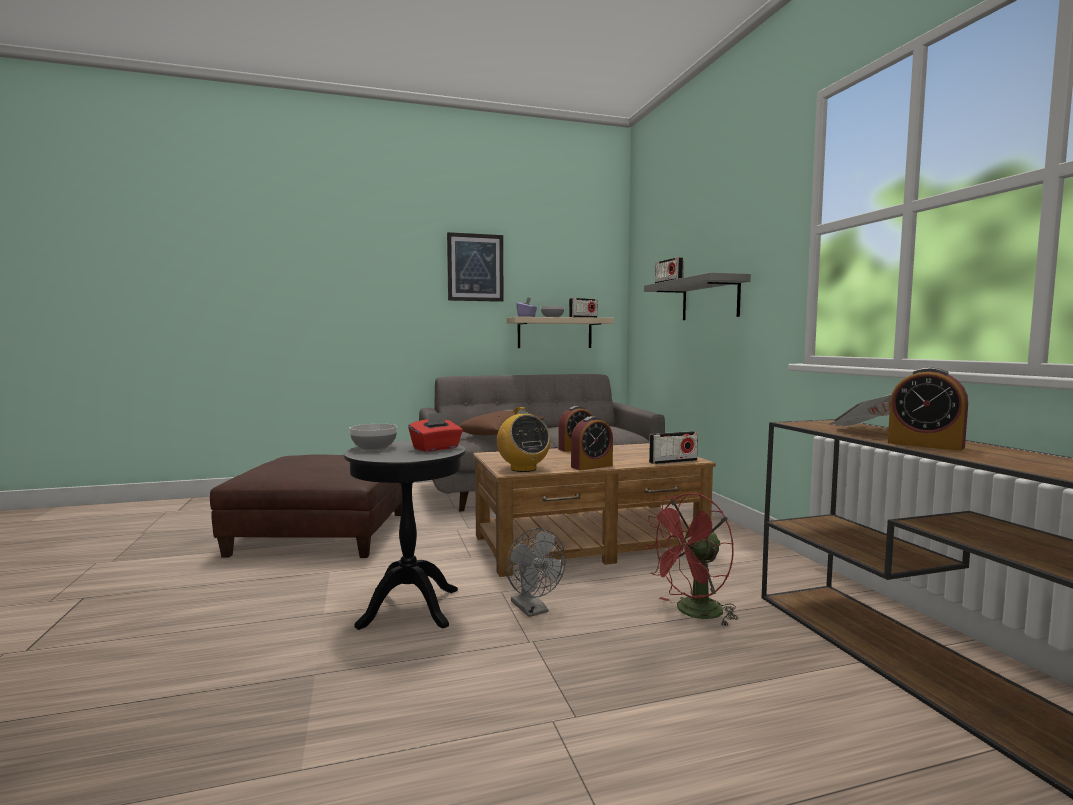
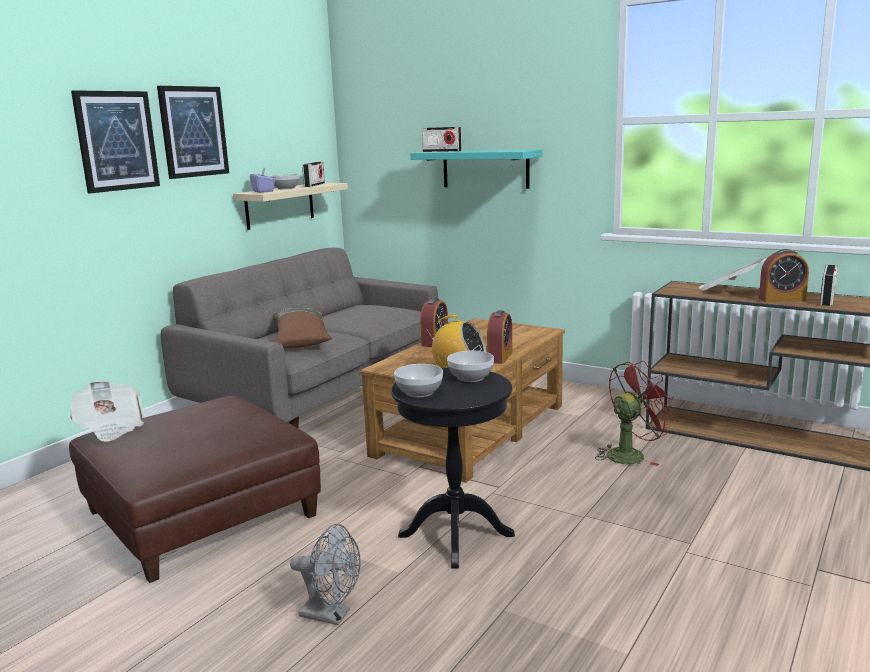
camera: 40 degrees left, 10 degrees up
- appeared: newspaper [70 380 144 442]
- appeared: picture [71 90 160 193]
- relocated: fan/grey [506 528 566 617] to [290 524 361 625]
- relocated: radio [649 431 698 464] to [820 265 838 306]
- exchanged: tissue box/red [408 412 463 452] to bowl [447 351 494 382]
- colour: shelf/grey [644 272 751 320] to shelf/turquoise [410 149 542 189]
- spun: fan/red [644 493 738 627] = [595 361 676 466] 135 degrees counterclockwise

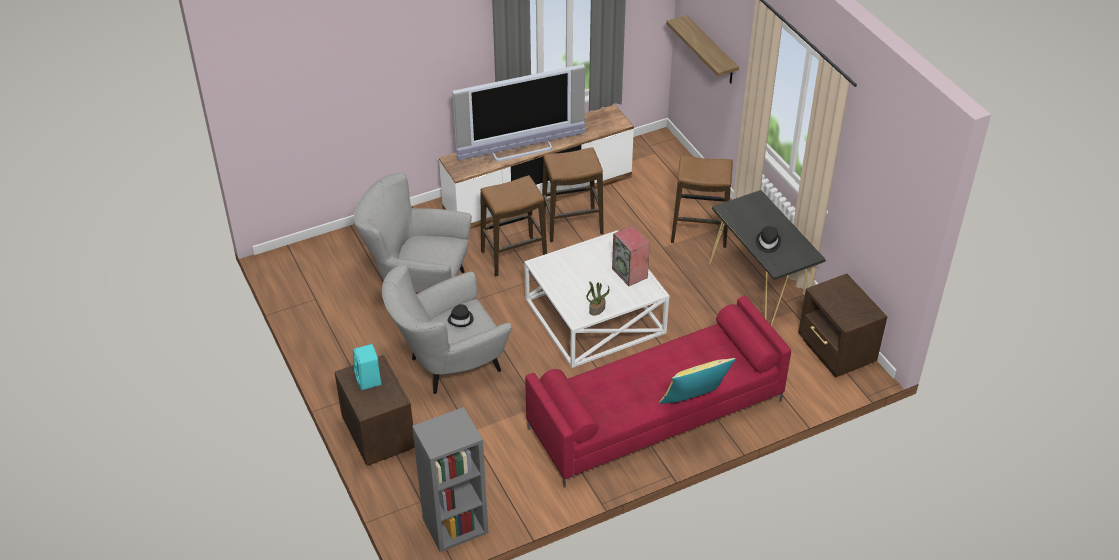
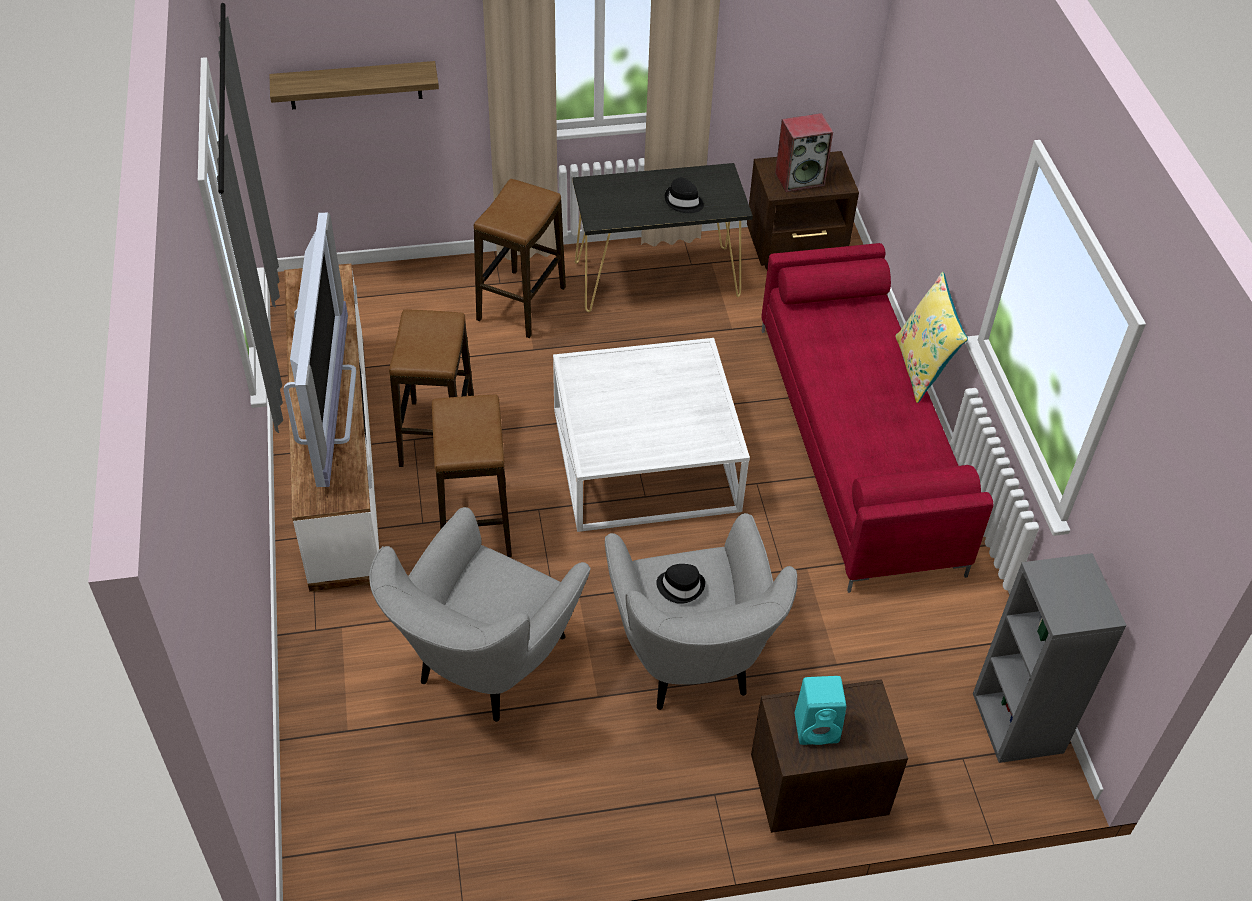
camera: 75 degrees left, 5 degrees up
- missing: potted plant [586 281 609 316]
- relocated: speaker [612 225 650 286] to [775 113 833 192]

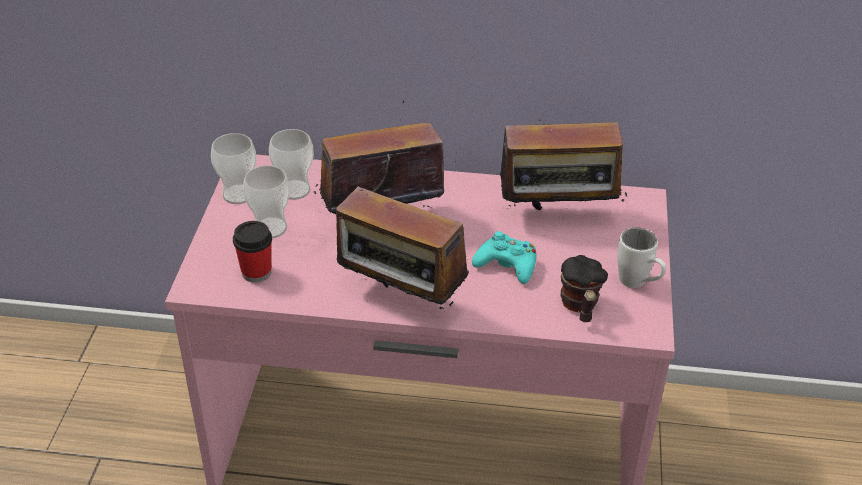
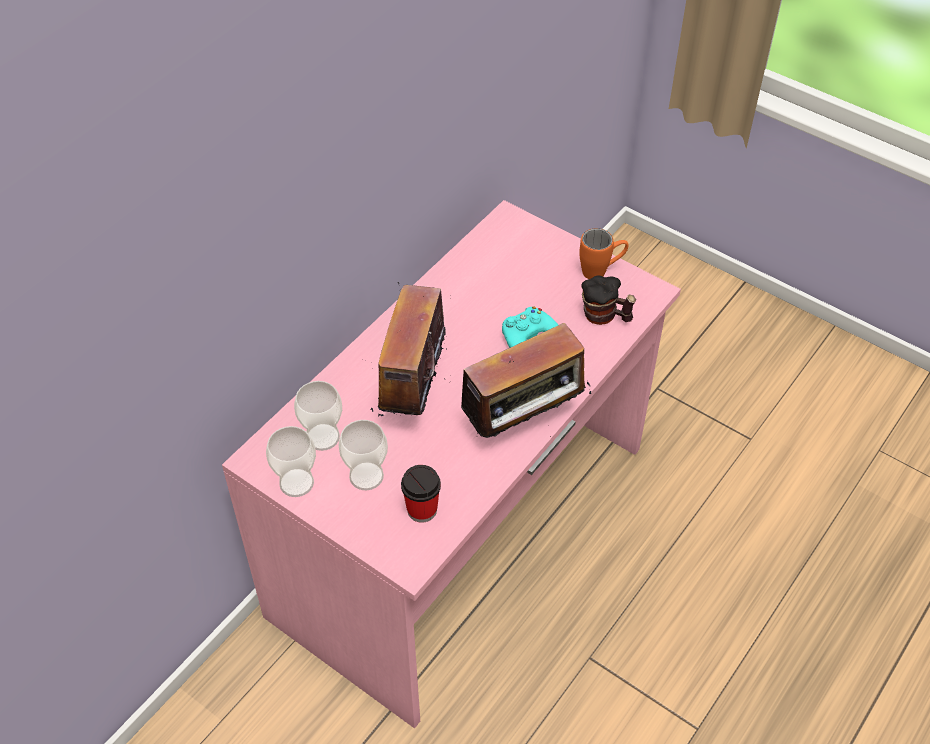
camera: 60 degrees left, 10 degrees up
- missing: radio [492 120 627 216]
- colour: mug/white [617 227 666 288] to mug/orange [579 228 629 279]

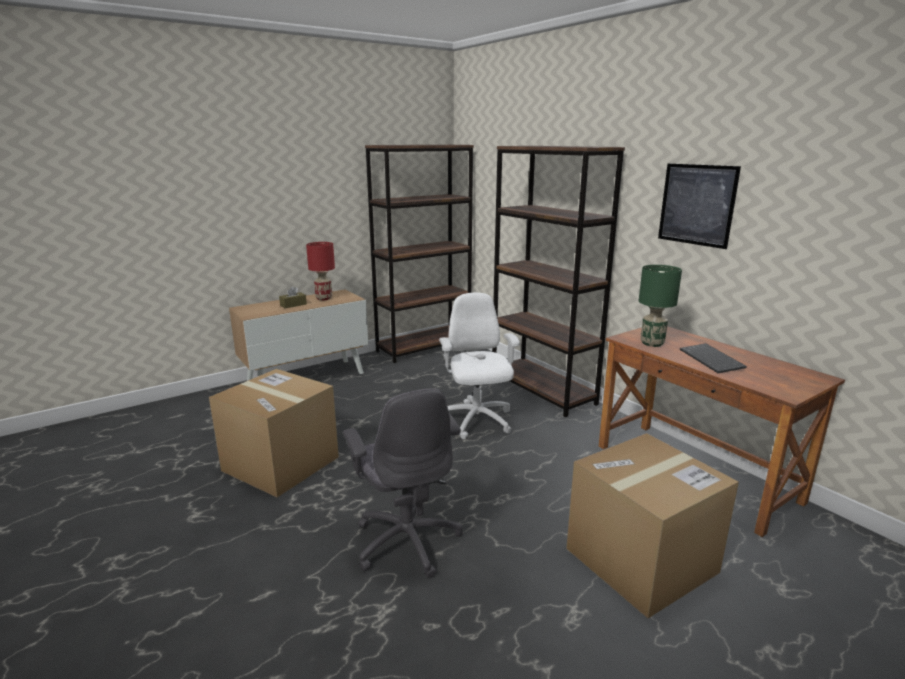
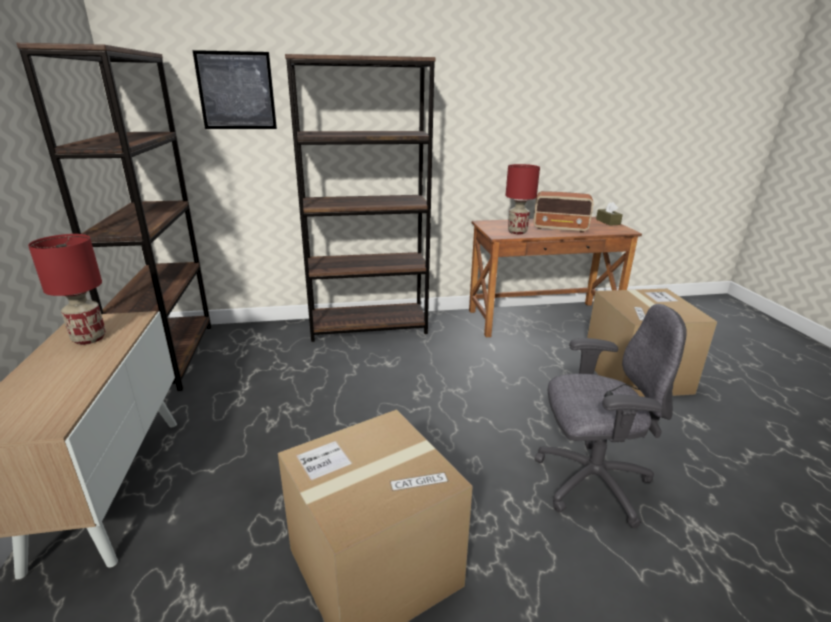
camera: 65 degrees left, 5 degrees up
- missing: office chair/white [439 293 520 439]
- relocated: tissue box/brown [279 286 307 308] to [596 202 623 226]
- relocated: picture [658 163 741 249] to [193 50 277 129]
- exchanged: keyboard [680 343 747 373] to radio [534 191 593 233]
- colour: table lamp/green [639 265 682 347] to table lamp/red [505 164 540 234]

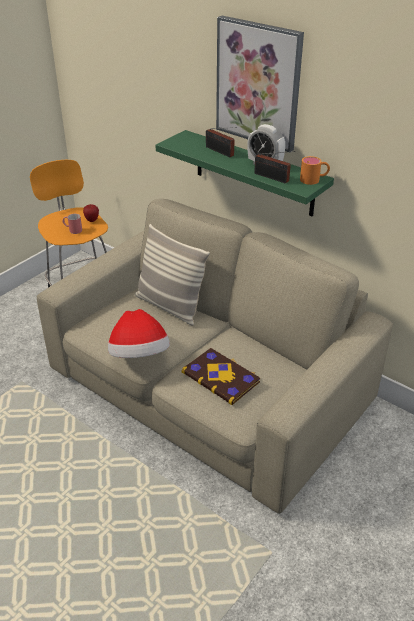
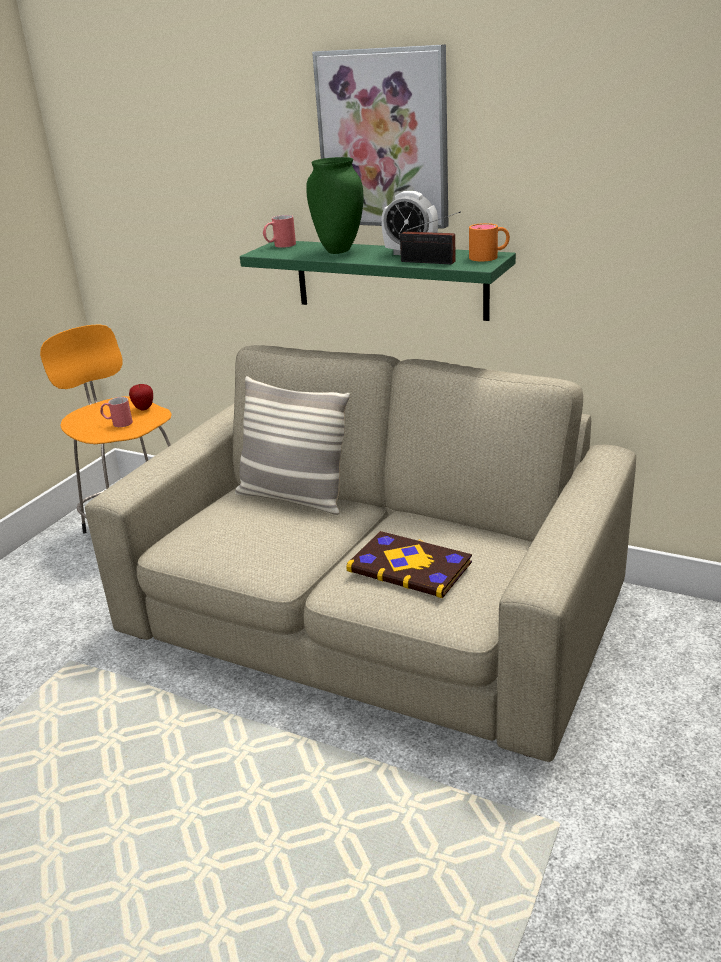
camera: 10 degrees left, 10 degrees down
- missing: hat [108 309 170 358]
- appeared: mug/red [263 215 296 248]
- exchanged: radio [206 127 237 157] to vase/green [306 157 364 254]

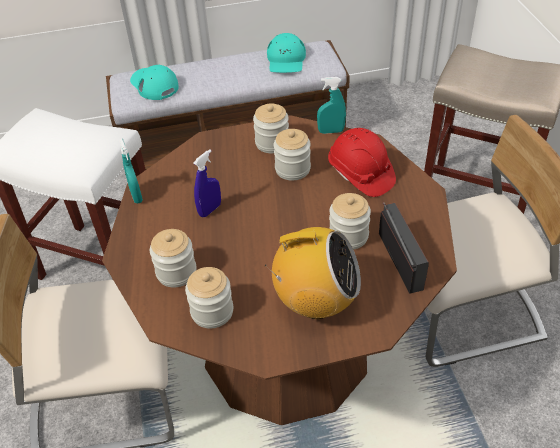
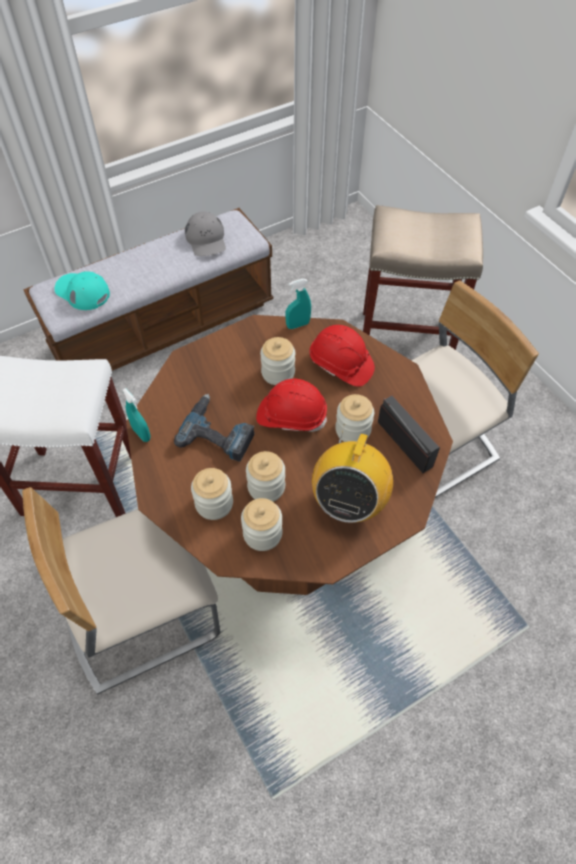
camera: 20 degrees left, 10 degrees up
- appeared: hard hat/red [256 379 327 432]
- relocated: jar [253 103 289 153] to [246 451 285 502]
- exchanged: spray bottle/blue [193 149 221 217] to power drill [174 394 255 462]
- colour: cap/turquoise [267 33 306 73] to cap/grey [185 211 226 256]
- spun: radio [264 227 361 319] = [312 424 393 523] 120 degrees clockwise

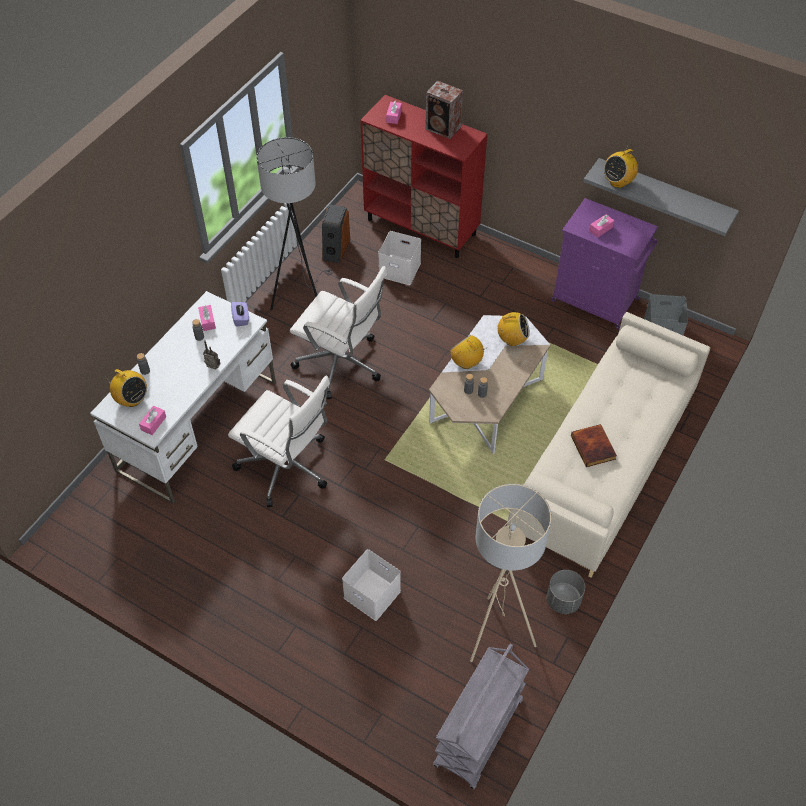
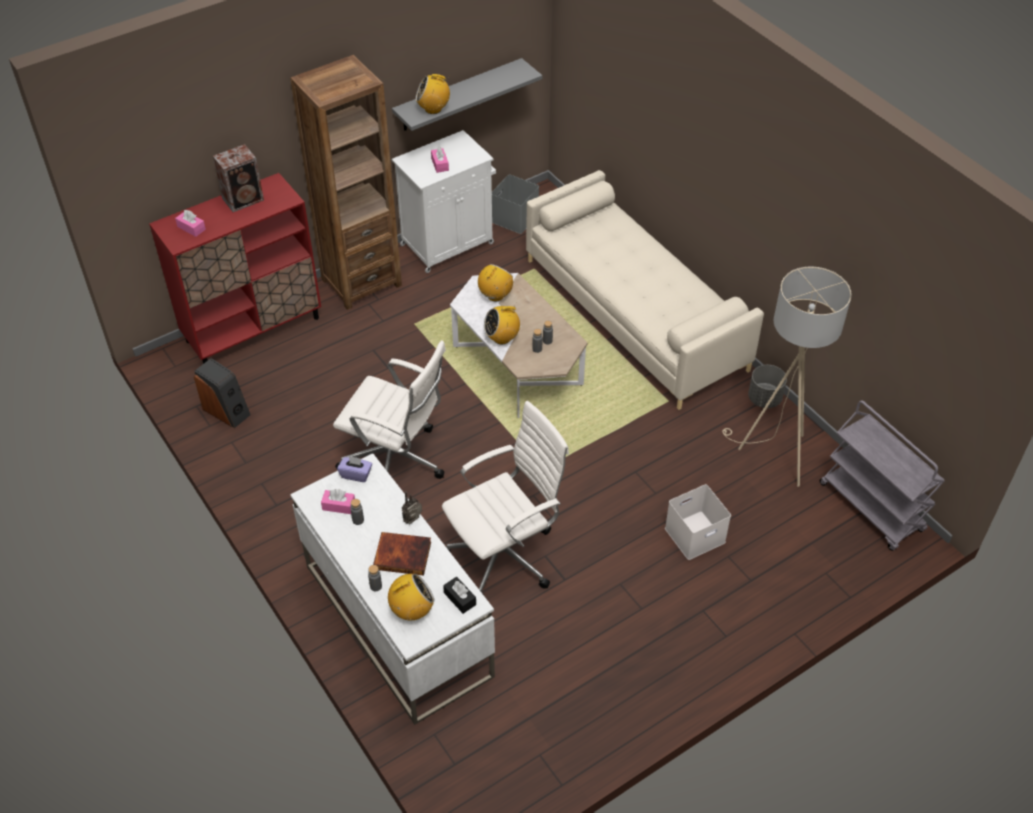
camera: 65 degrees left, 5 degrees down
- missing: floor lamp/grey [256 137 333 310]
- missing: storage box/white [378 231 421 285]
- appeared: bookcase/brown [290 55 402 310]
- relocated: book [571 424 617 467] to [373 532 431 576]
- colour: tissue box/pink [139 406 166 435] to tissue box/black [443 577 476 614]
- colour: cabinet/purple [551 198 658 329] to cabinet/white [392 130 496 273]
- spun: office chair/white [290 266 387 399] = [333 341 446 479] 60 degrees clockwise
- spun: radio [604 149 638 188] = [416 74 450 114] 105 degrees clockwise

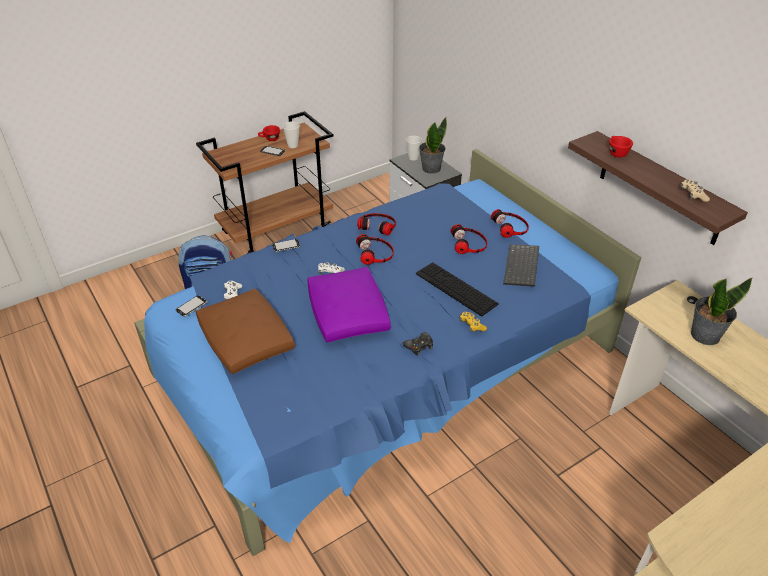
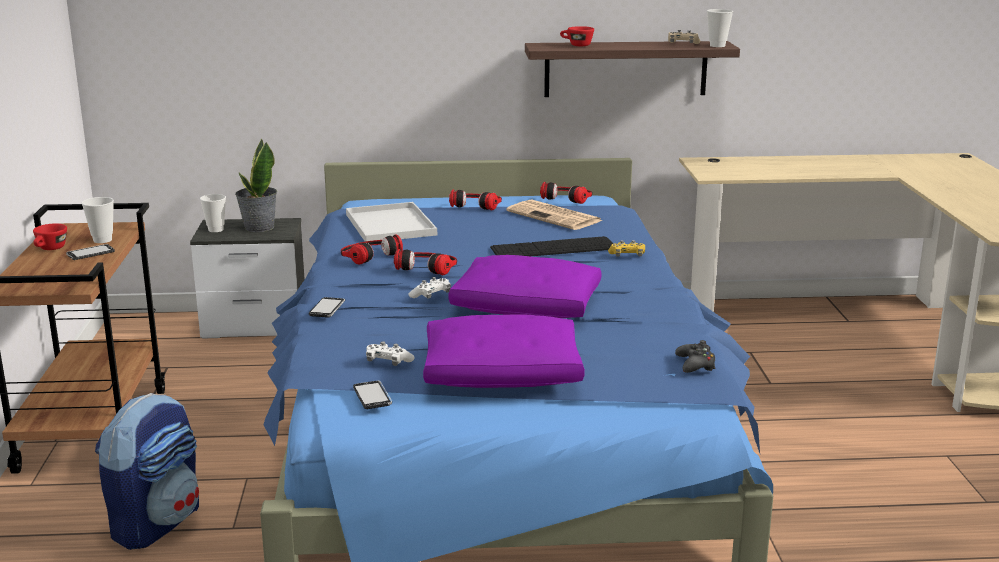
camera: 60 degrees left, 20 degrees down
- missing: potted plant [691 278 753 345]
- appeared: tray/white [346 202 437 242]
- appeared: cup [707 9 733 47]
- relocated: game controller/black [402 332 433 355] to [675 340 716 373]
- relocated: headphones [451 224 487 254] to [540 182 592 204]
- exchanged: keyboard [503 244 539 287] to newspaper [506 199 603 230]
- colour: pillow/brown [196 289 295 374] to pillow/purple [423 314 585 388]

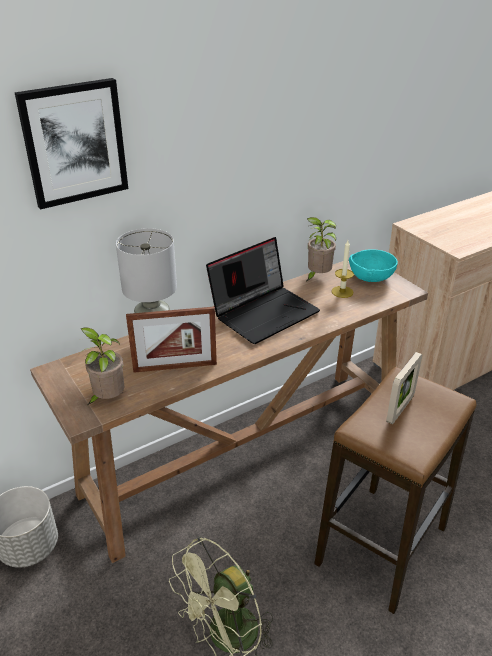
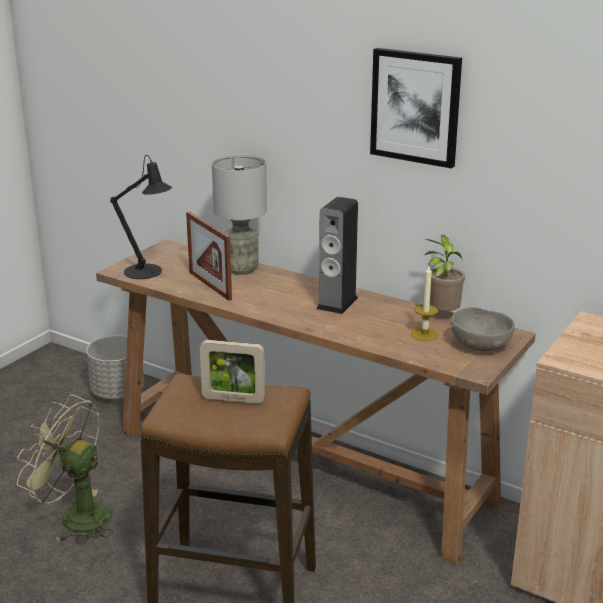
camera: 65 degrees right, 10 degrees down
- relocated: picture [14 78 128 210] to [370 48 462 168]
- exchanged: potted plant [77 327 124 405] to table lamp/black [110 155 172 279]
- exchanged: laptop [206 237 320 344] to speaker [316 197 358 314]
- colour: bowl/turquoise [349 249 398 282] to bowl/grey [451 307 515 352]

